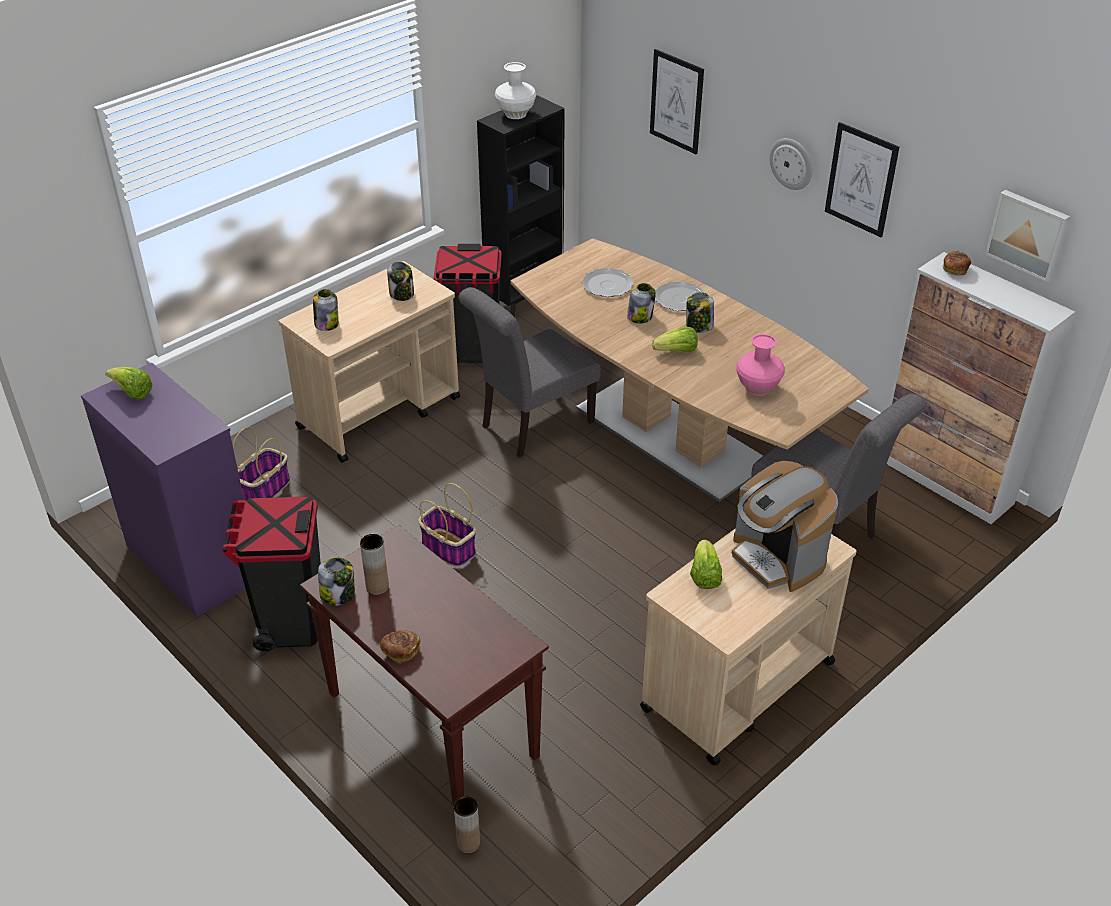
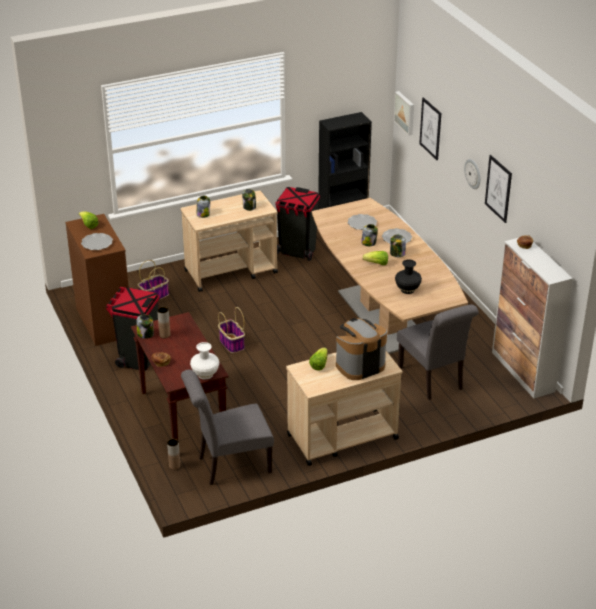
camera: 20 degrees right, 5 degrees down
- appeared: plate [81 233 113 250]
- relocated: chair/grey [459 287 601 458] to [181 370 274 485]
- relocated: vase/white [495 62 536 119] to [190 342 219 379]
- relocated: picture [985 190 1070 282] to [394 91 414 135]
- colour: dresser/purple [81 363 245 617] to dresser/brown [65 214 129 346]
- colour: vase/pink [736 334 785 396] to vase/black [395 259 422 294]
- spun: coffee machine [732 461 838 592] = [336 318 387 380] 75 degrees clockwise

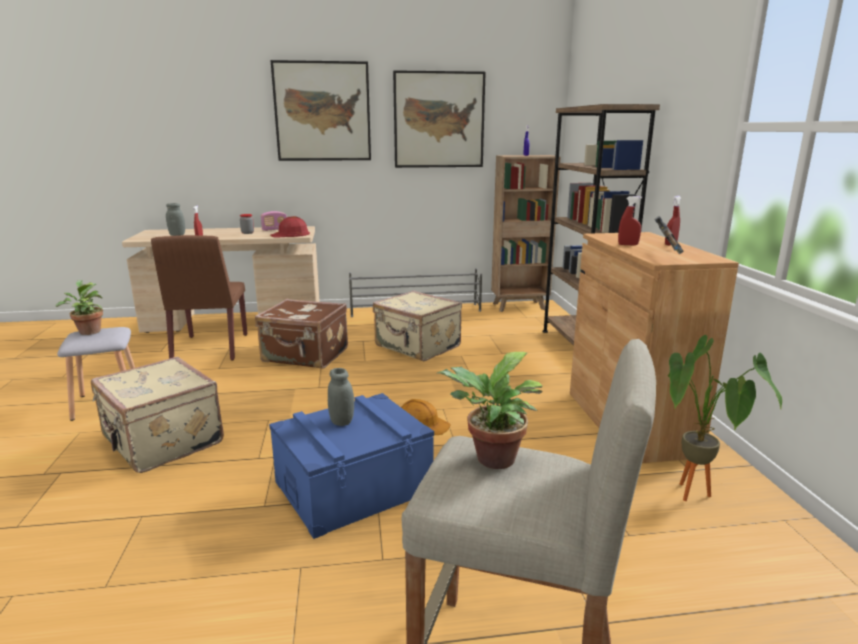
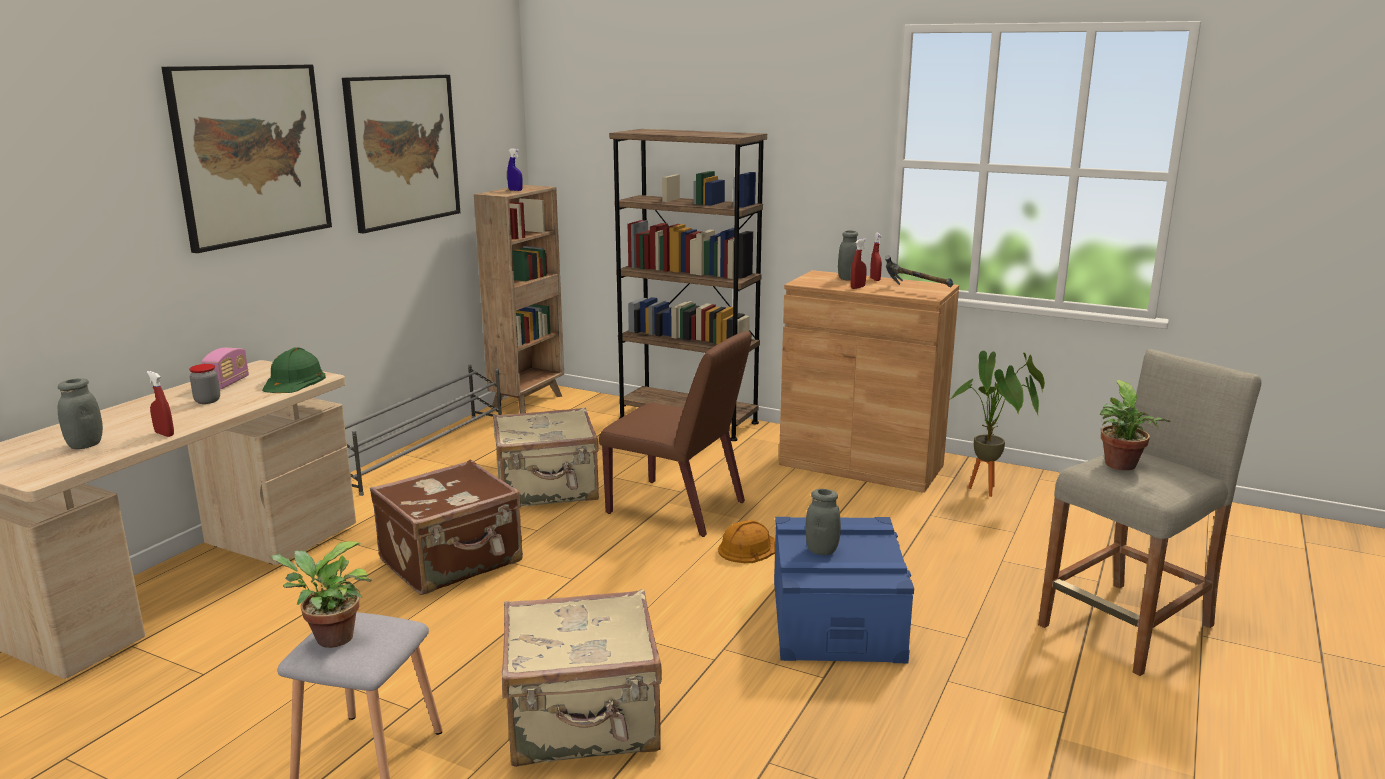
camera: 55 degrees left, 0 degrees up
- appeared: jar/grey [838 230 858 281]
- relocated: chair/brown [151 235 247 360] to [599 331 752 537]
- colour: hard hat/red [270 216 310 238] to hard hat/green [262 347 326 393]

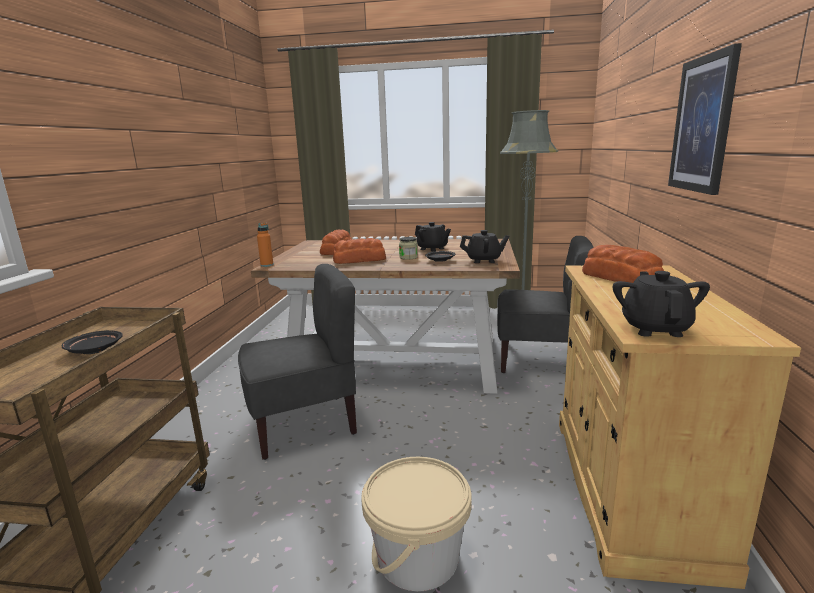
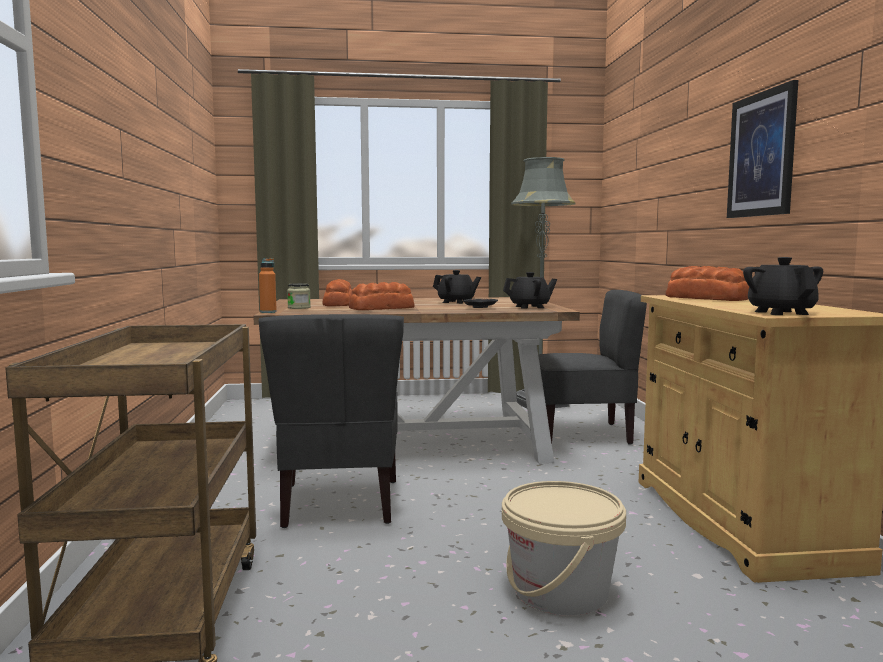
camera: 15 degrees left, 10 degrees down
- missing: plate/black [62 330 123 354]
- relocated: jar [399 237 418 260] to [287 283 311 309]
- spun: chair/grey [238 264 357 460] = [259 314 404 528] 120 degrees clockwise

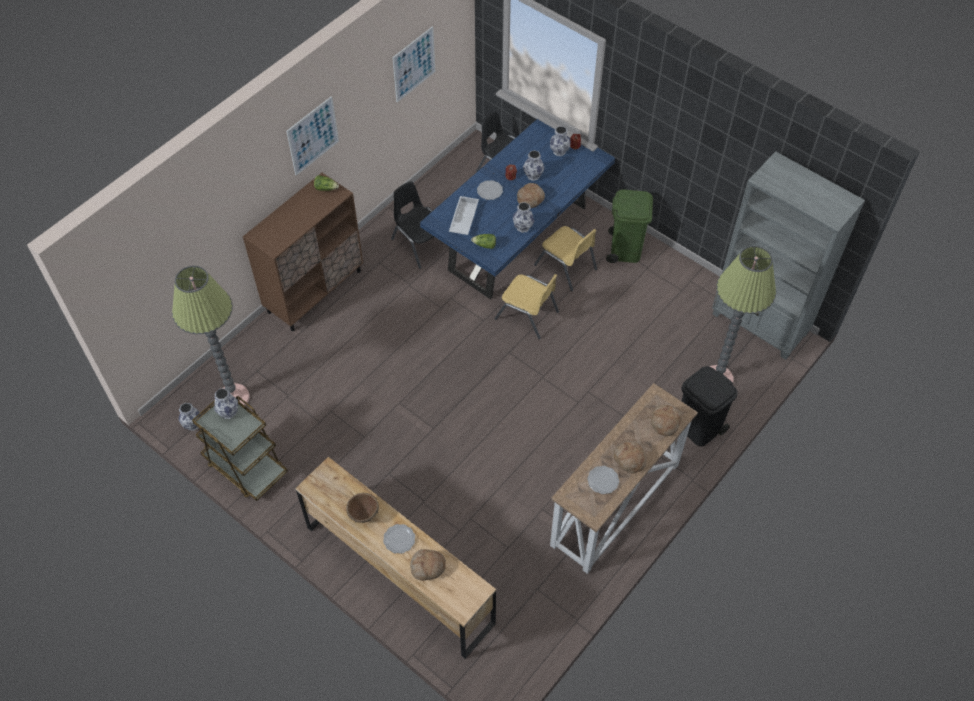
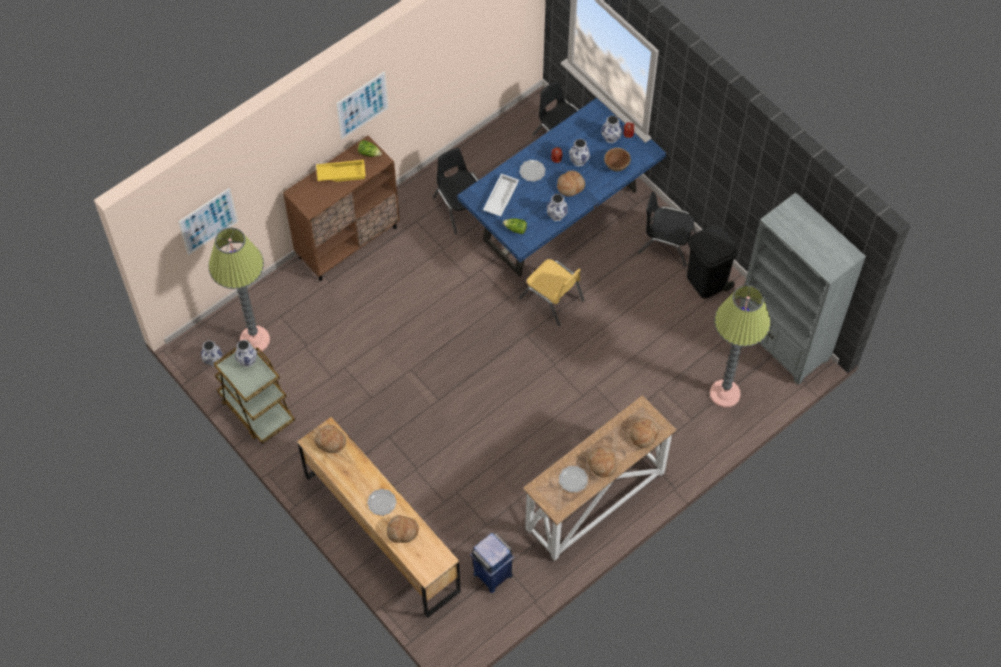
camera: 10 degrees right, 5 degrees up
- missing: chair/yellow [534 226 597 291]
- appeared: bread [314 425 346 453]
- appeared: tray/yellow [316 160 366 182]
- appeared: trash can/blue [470 533 514 593]
- relocated: bowl/brown [346 493 379 523] to [604 148 631 172]
- relocated: picture [392 26 435 102] to [178 188 238 255]
- relocated: trash can/black [681 366 738 447] to [687 225 738 299]
- exchanged: trash can/green [606 189 653 263] to chair/black [638 192 697 267]

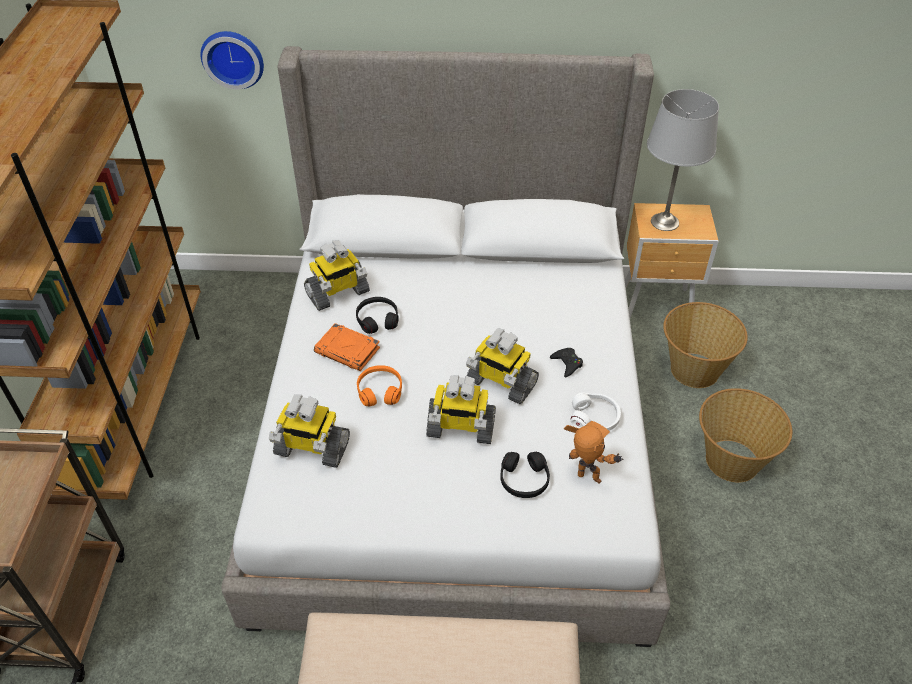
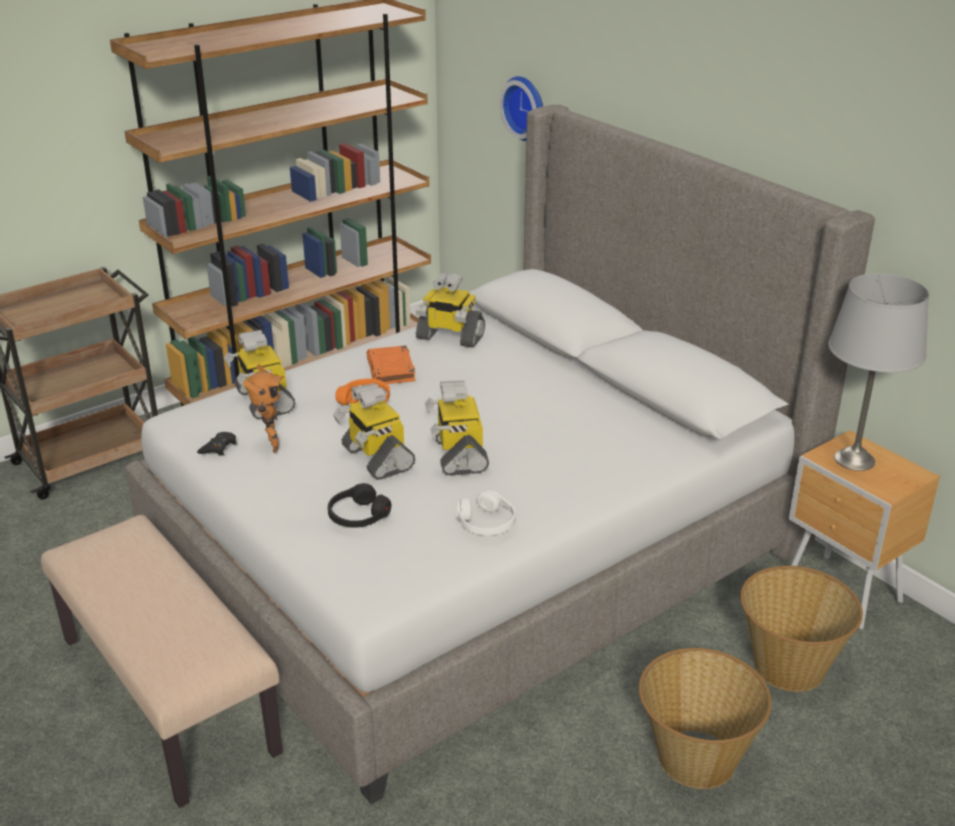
camera: 50 degrees right, 15 degrees down
- missing: headphones/black [356 297 399 334]
- relocated: game controller/black [550 348 583 377] to [197 432 237 456]
- relocated: toy robot [564 421 624 484] to [243 364 284 453]

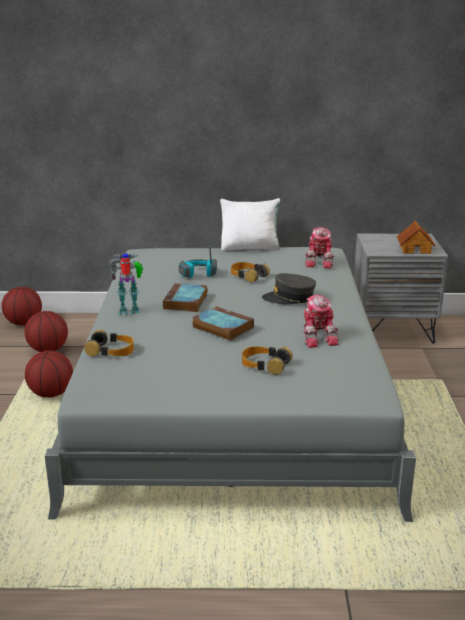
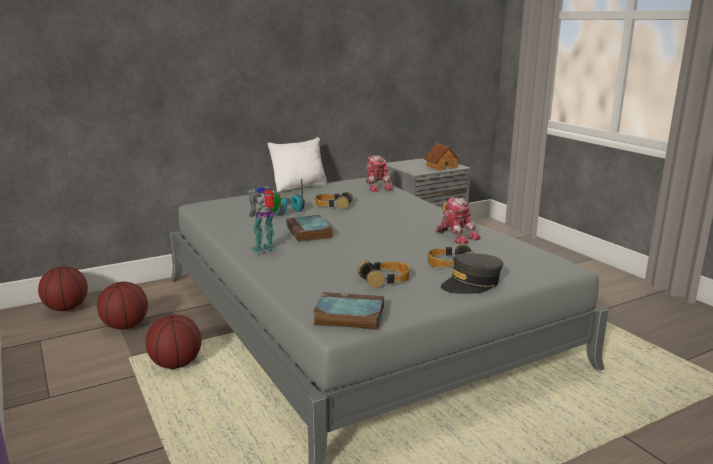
camera: 30 degrees left, 5 degrees down
- relocated: headphones [84 329 134 357] to [357 260 410 288]
- relocated: book [192 306 254 341] to [313 292 384 330]
- relocated: cap/grey [262 273 316 304] to [441 254 503 294]

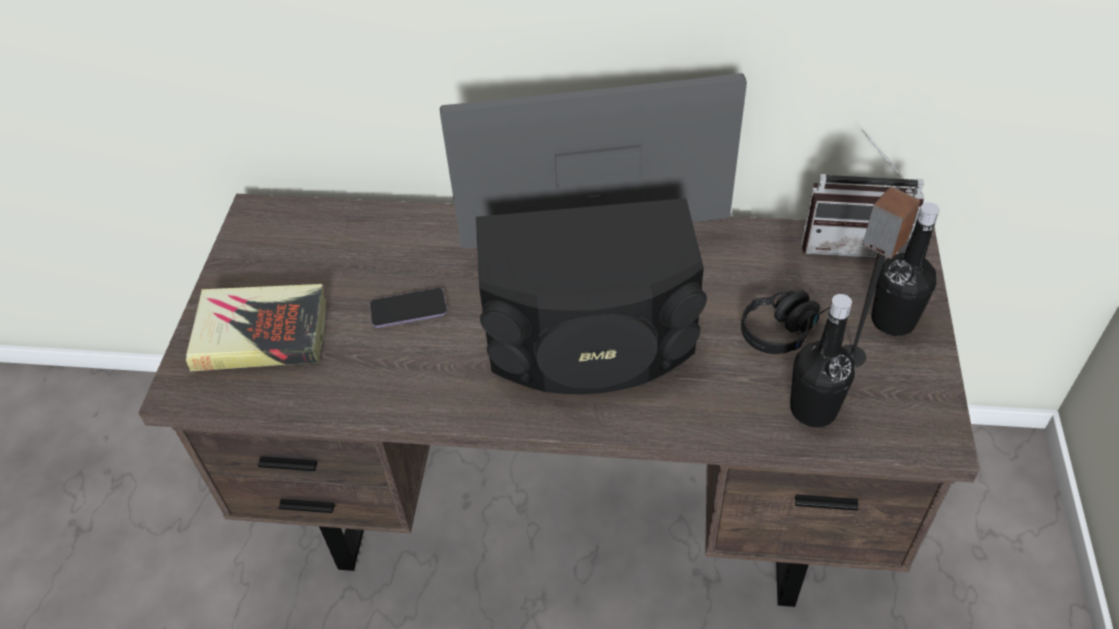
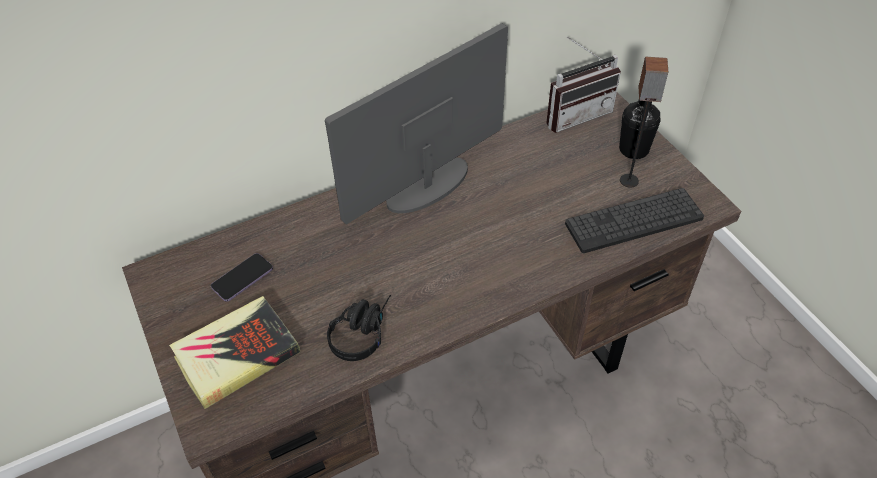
camera: 35 degrees left, 0 degrees up
- missing: speaker/black [476 198 707 394]
- relocated: phone [370 288 447 328] to [211 253 273 302]
- relocated: headphones/black [741 291 830 354] to [327 295 391 361]
- exchanged: bottle/black [790 294 855 427] to keyboard [565 188 704 253]

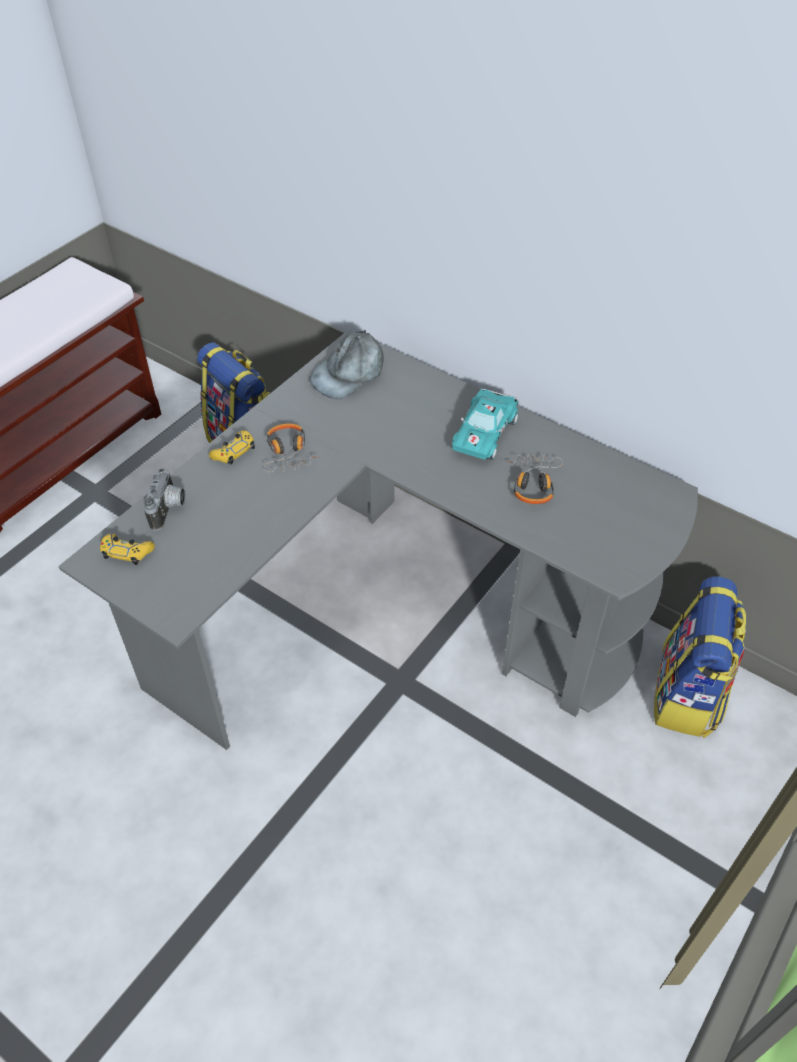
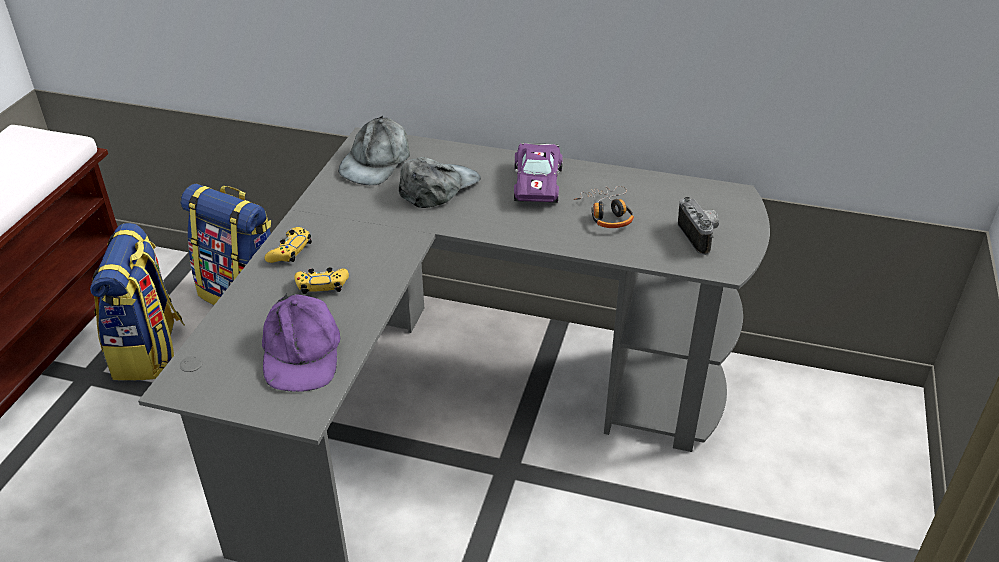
camera: 20 degrees left, 10 degrees down
- missing: headphones [264 424 319 473]
- appeared: cap/purple [262 293 340 392]
- appeared: cap/grey [399 157 481 208]
- relocated: game controller/yellow [100 534 155 565] to [294 267 349 294]
- relocated: photo camera [143 469 186 531] to [678 196 719 255]
- relocated: backpack [654 576 746 738] to [90 223 185 381]
- colour: toy car/turquoise [452 388 518 460] to toy car/purple [514 143 562 203]

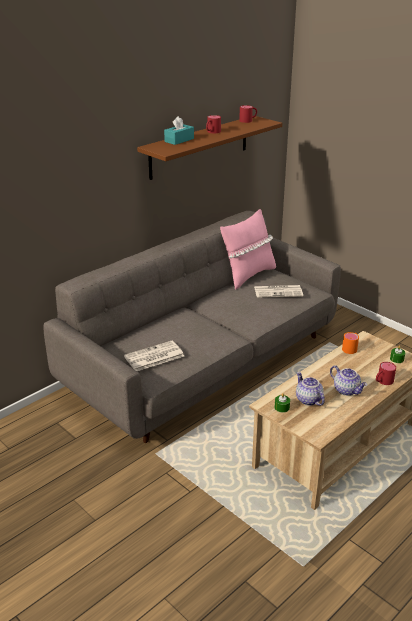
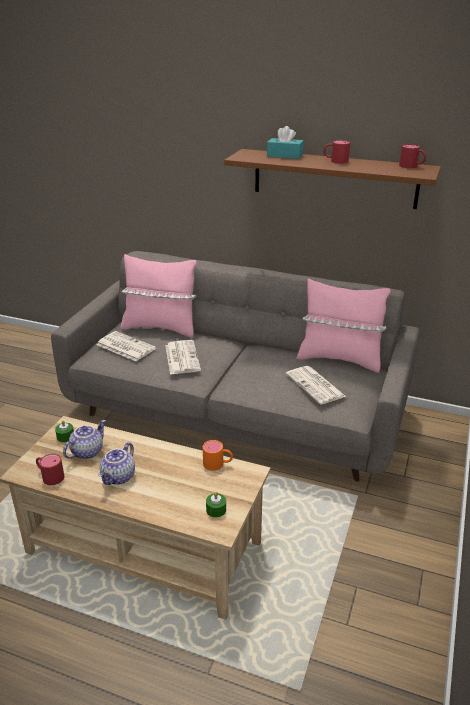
camera: 65 degrees right, 0 degrees up
- appeared: pillow/pink [120 254 197 338]
- appeared: newspaper [165 340 201 375]
- relocated: mug/red [376 362 396 385] to [36 454 64 485]

